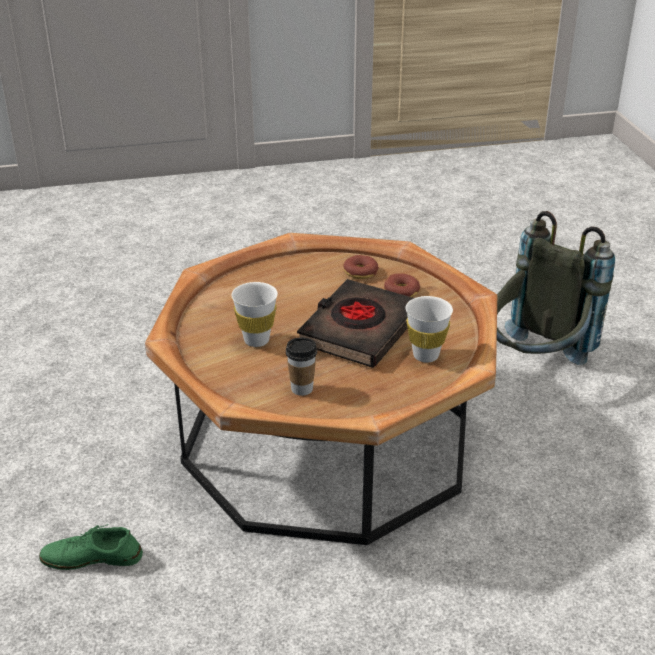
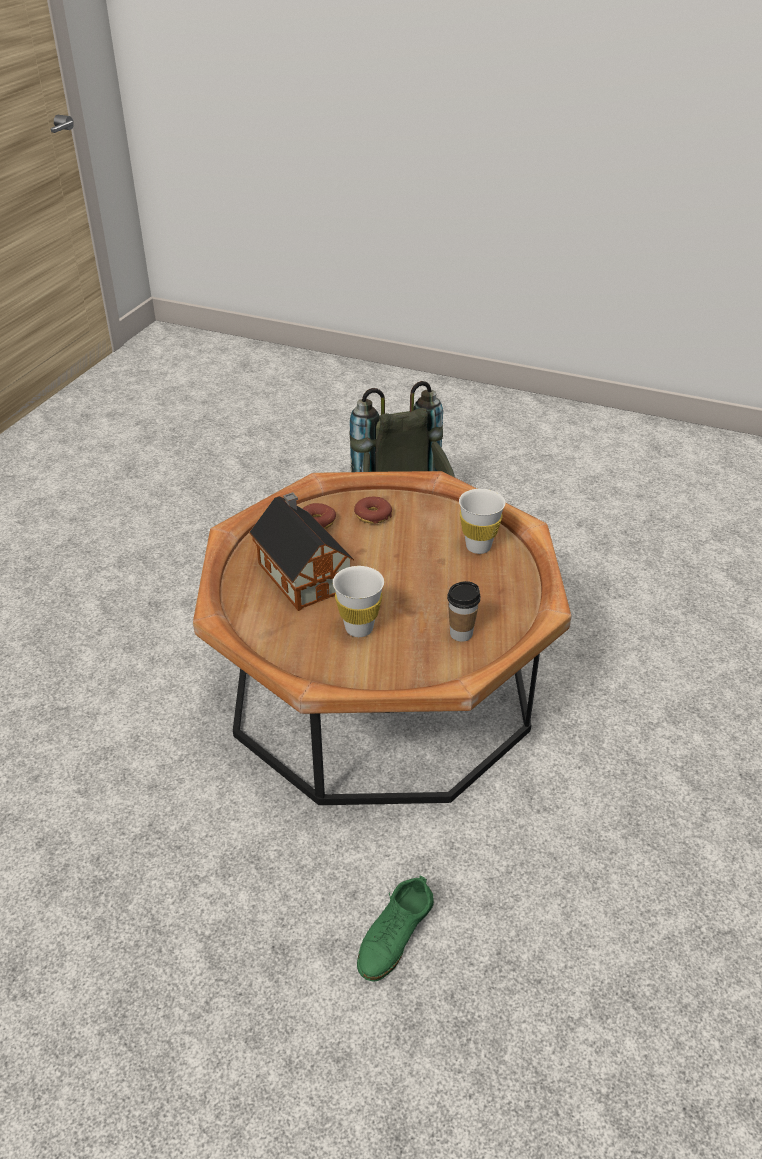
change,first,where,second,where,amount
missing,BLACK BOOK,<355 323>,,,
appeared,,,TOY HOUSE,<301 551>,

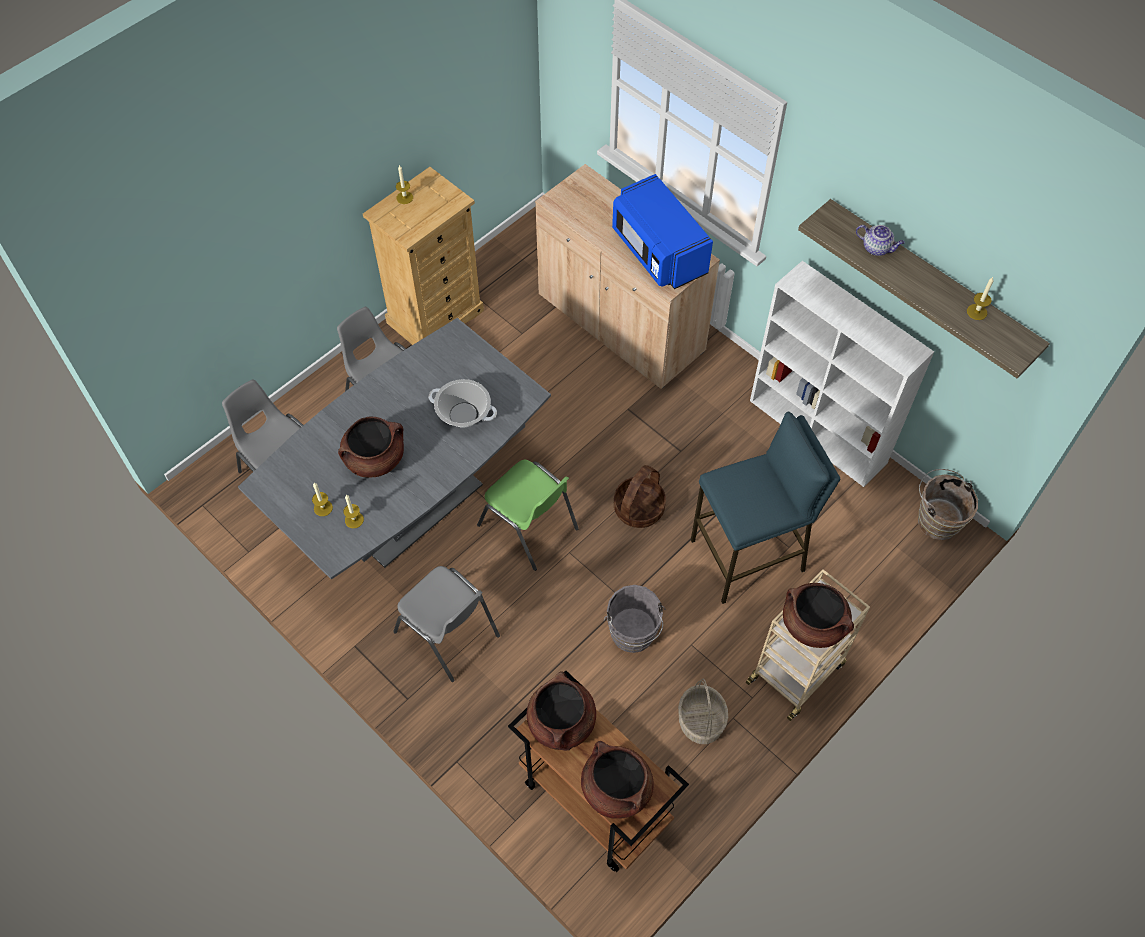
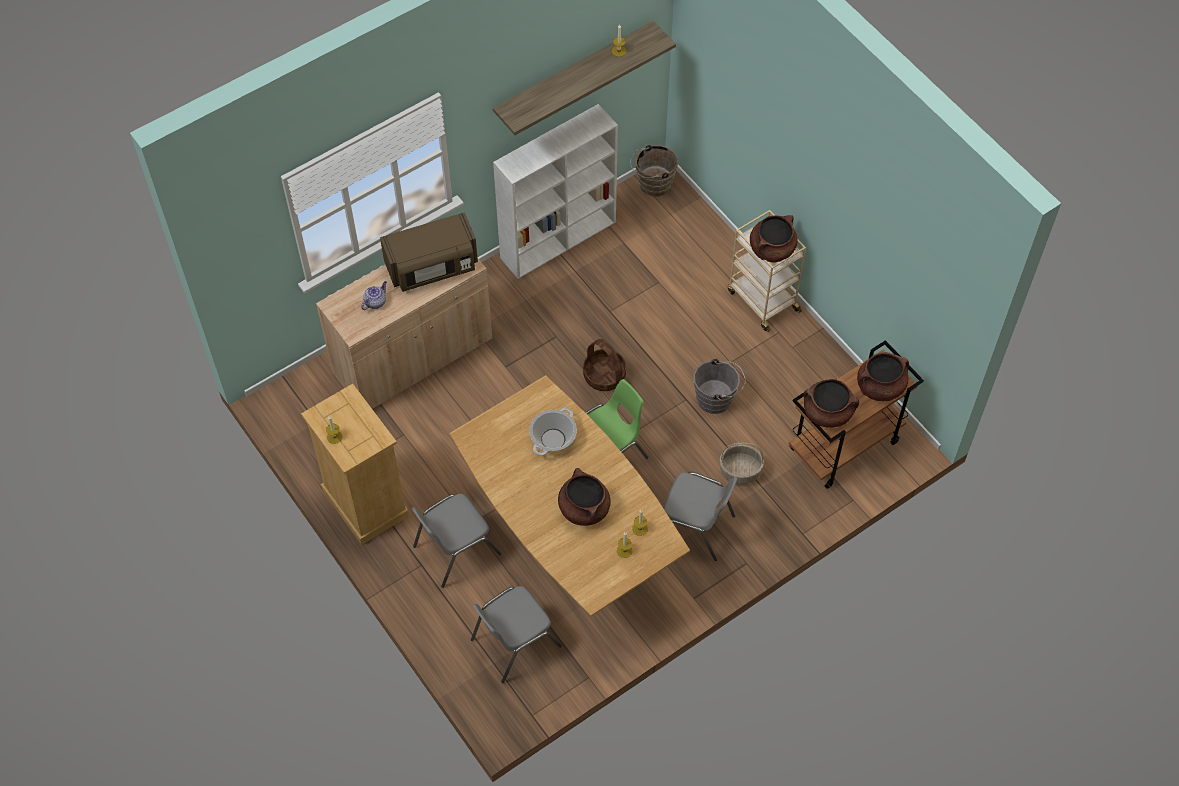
change,first,where,second,where,amount
colour,GREY DINING TABLE,<394 448>,BROWN DINING TABLE,<569 495>,
spun,GREY CHAIR,<446 624>,,<700 516>,60 degrees clockwise
colour,BLUE MICROWAVE,<662 231>,BROWN MICROWAVE,<429 252>,
relocated,BASKET,<703 711>,,<741 463>,
missing,BLUE STOOL,<765 508>,,,
relocated,TEAPOT,<880 240>,,<374 295>,

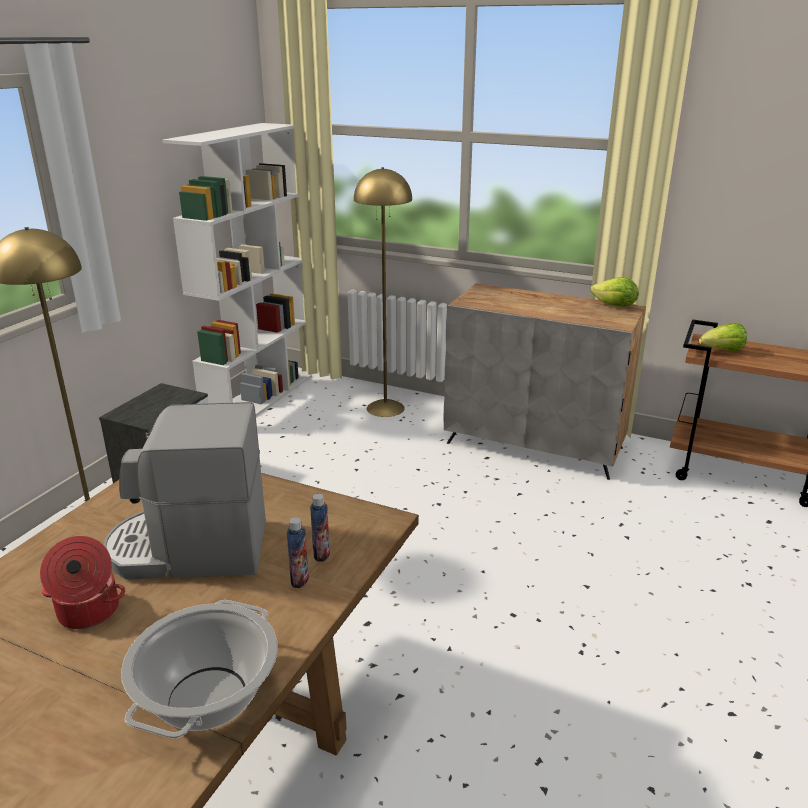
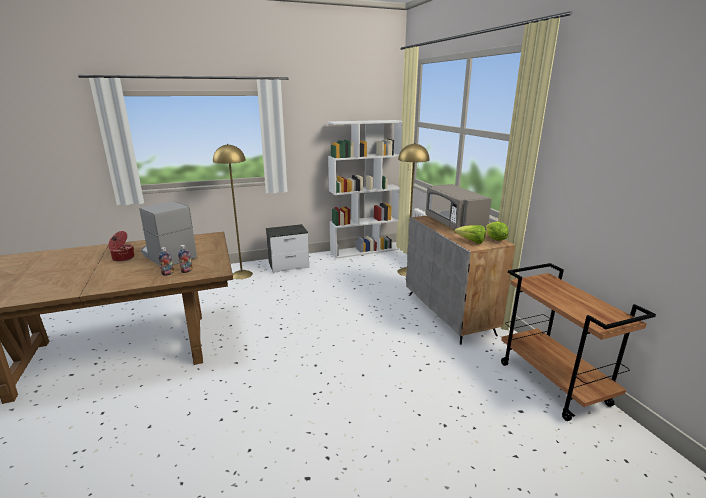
change,first,where,second,where,amount
missing,COOKING POT,<199 669>,,,
relocated,LETTUCE,<723 337>,,<470 234>,
appeared,,,GREY MICROWAVE,<459 207>,

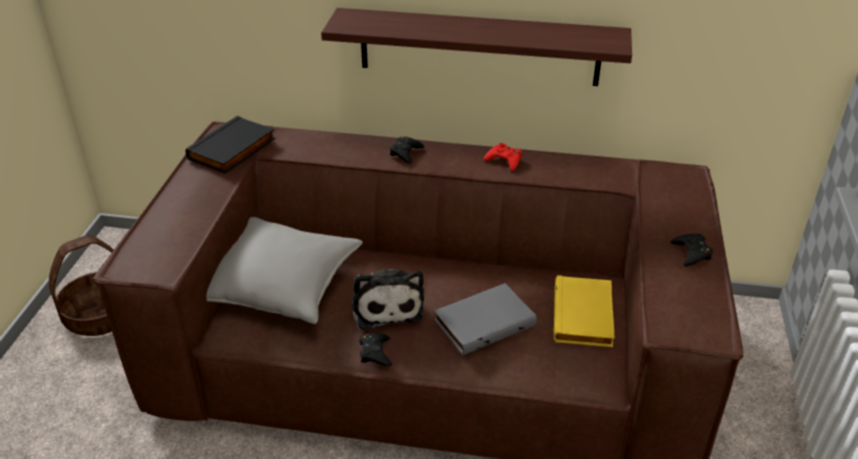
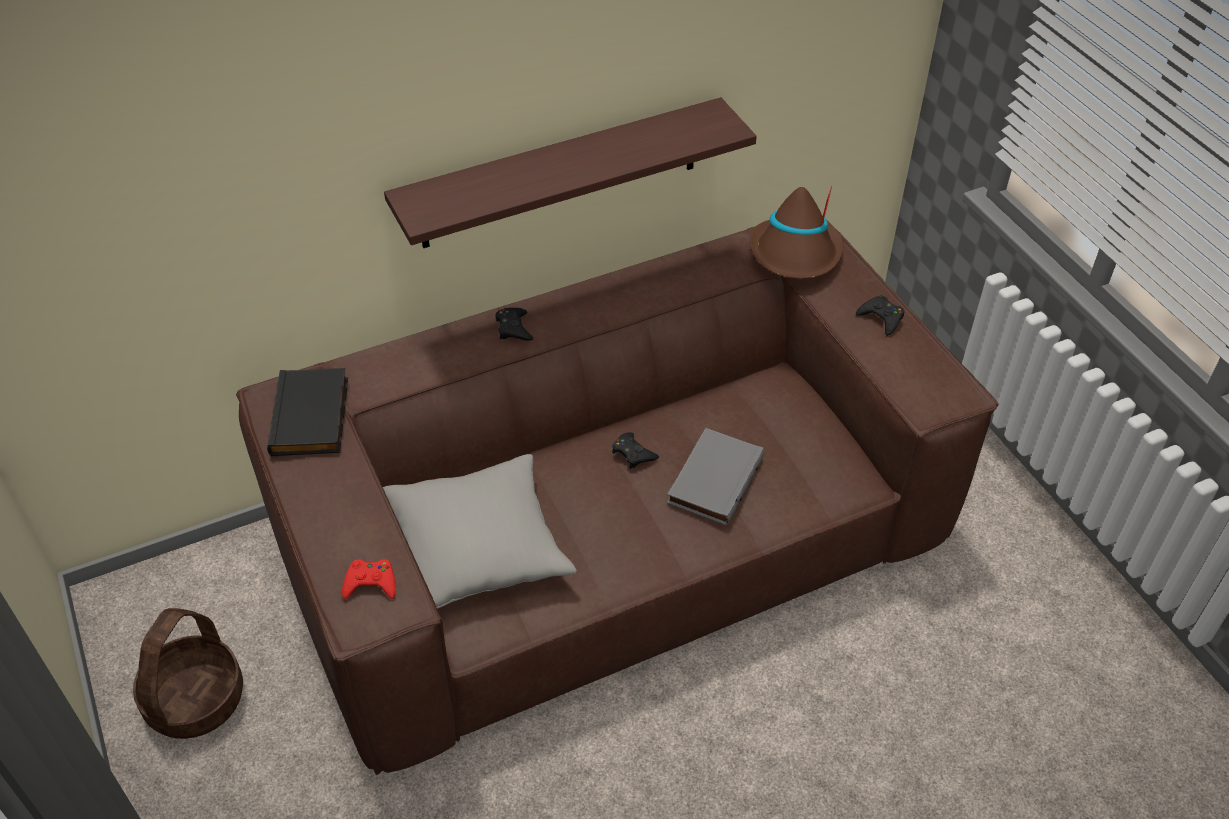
change,first,where,second,where,amount
missing,PLUSH TOY,<388 299>,,,
relocated,BLACK GAME CONTROLLER,<375 349>,,<635 450>,
relocated,RED GAME CONTROLLER,<503 157>,,<369 579>,
missing,YELLOW BOOK,<584 311>,,,
appeared,,,BROWN HAT,<797 232>,

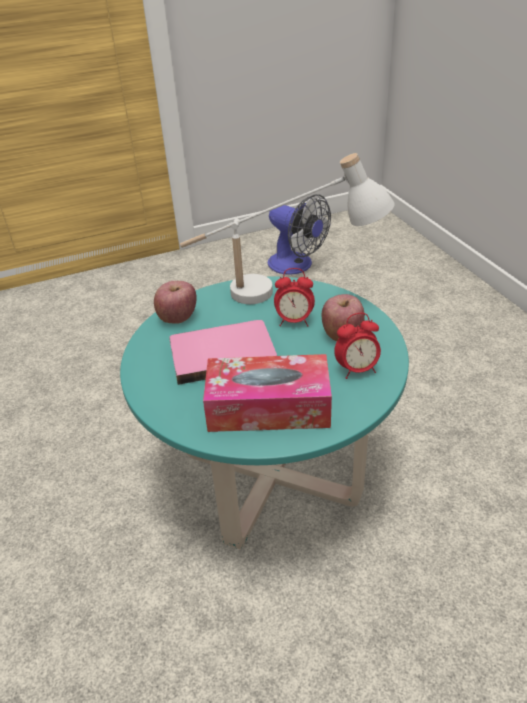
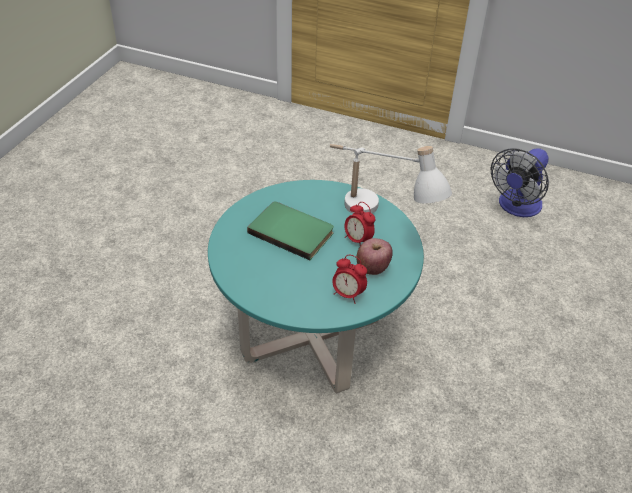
change,first,where,second,where,amount
missing,APPLE,<175 302>,,,
colour,PINK BOOK,<223 352>,GREEN BOOK,<290 231>,
missing,TISSUE BOX,<267 393>,,,
spun,FAN,<299 234>,,<520 182>,45 degrees clockwise

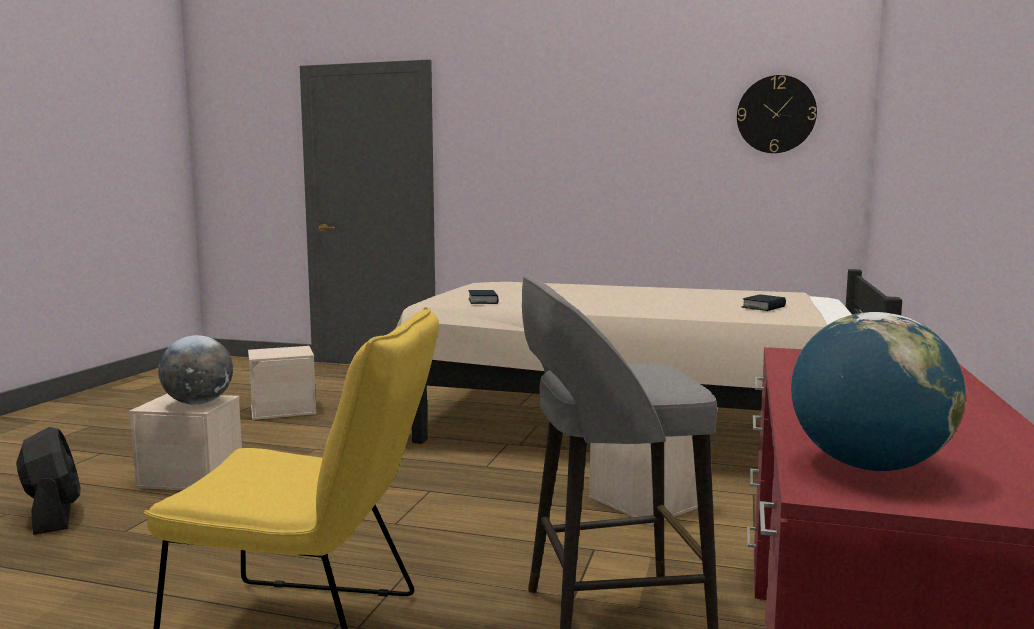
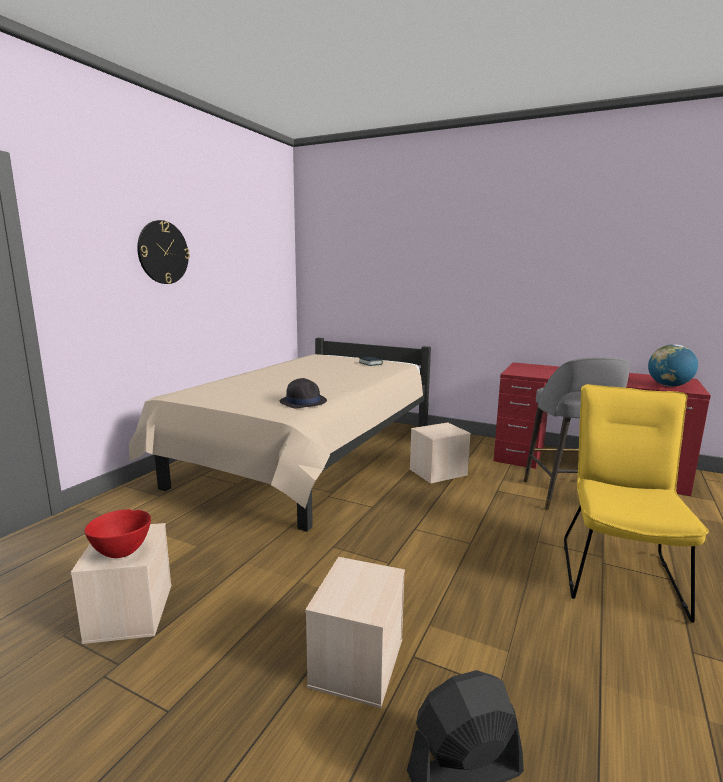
change,first,where,second,where,amount
missing,GLOBE,<195 370>,,,
exchanged,BOOK,<483 297>,BLACK HAT,<303 393>,
relocated,WALL CLOCK,<777 114>,,<163 252>,
appeared,,,RED BOWL,<117 533>,

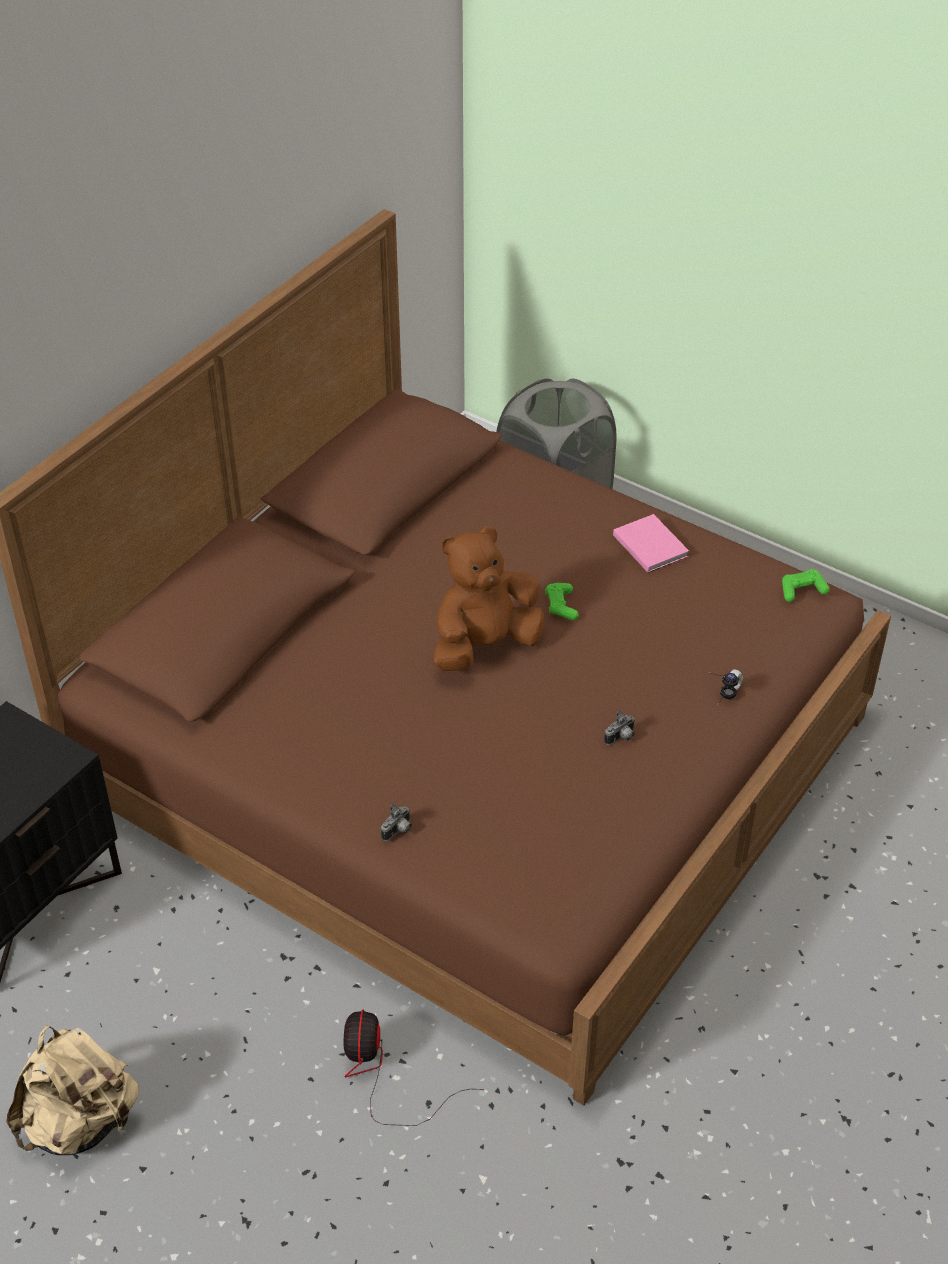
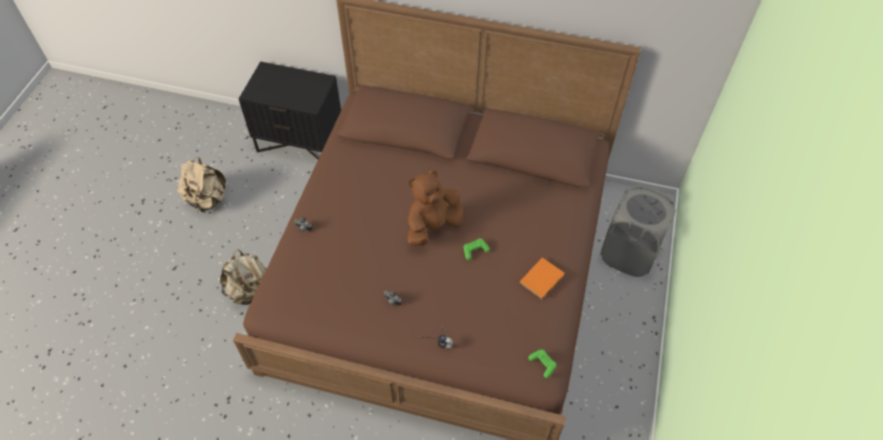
change,first,where,second,where,amount
exchanged,FAN,<414 1067>,BEIGE BACKPACK,<243 277>,
spun,BROWN PLUSH TOY,<489 598>,,<435 208>,75 degrees counterclockwise
colour,PINK BOOK,<651 543>,ORANGE BOOK,<542 278>,

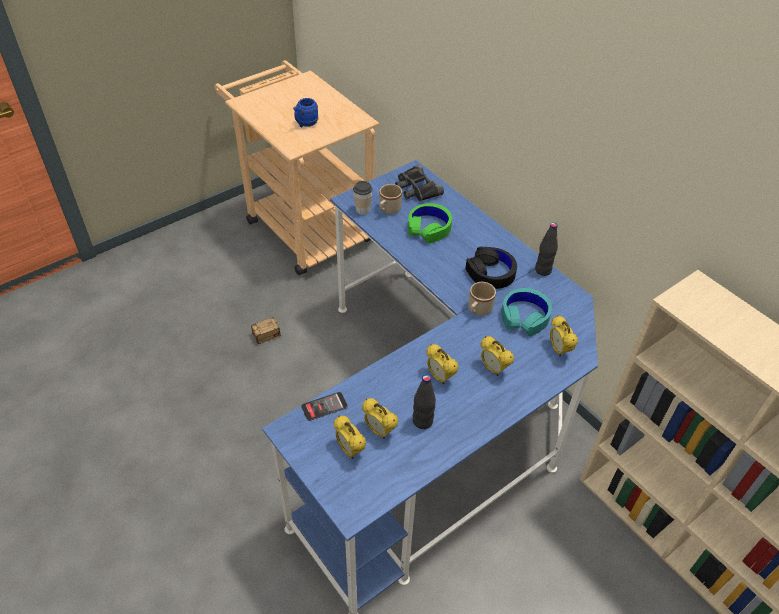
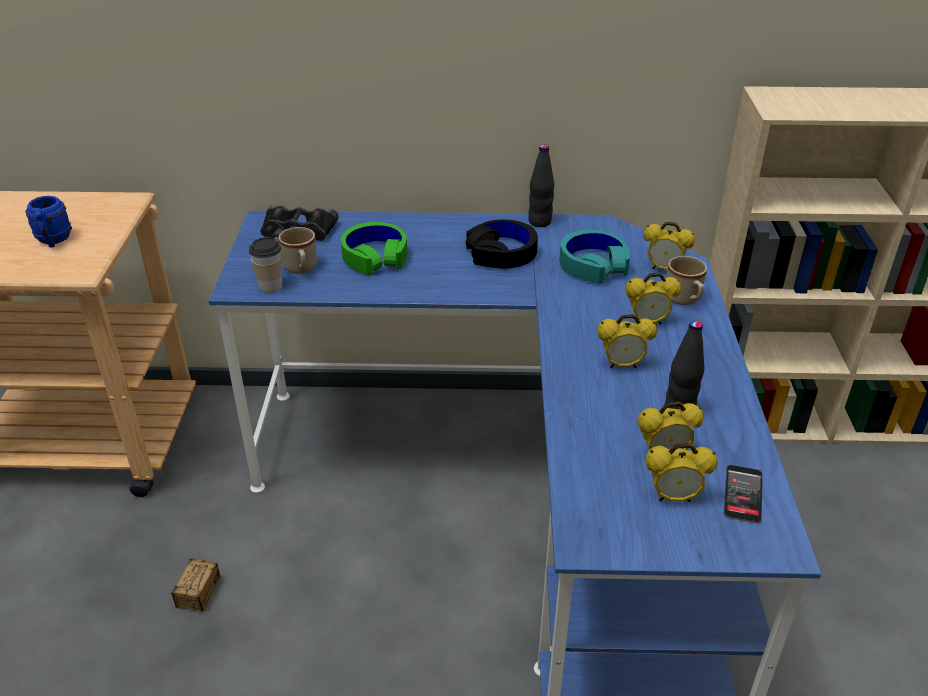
change,first,where,second,where,amount
relocated,PHONE,<324 406>,,<743 494>,
relocated,BEIGE MUG,<482 299>,,<686 280>,

